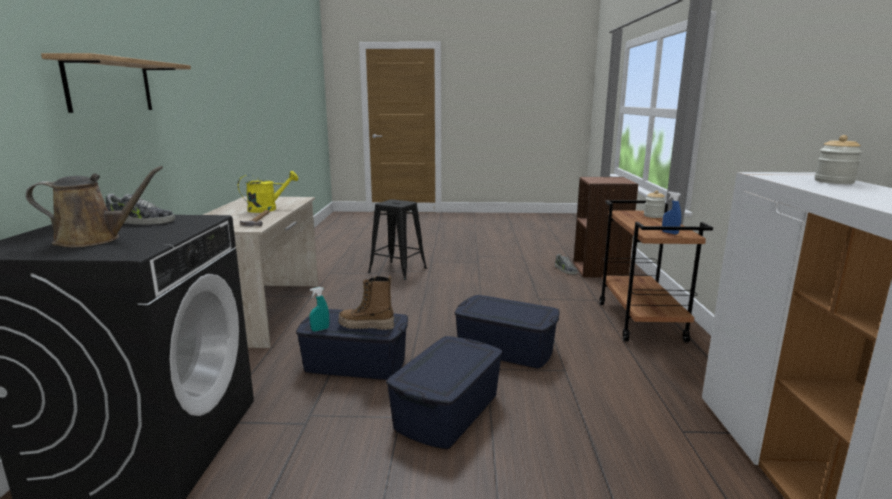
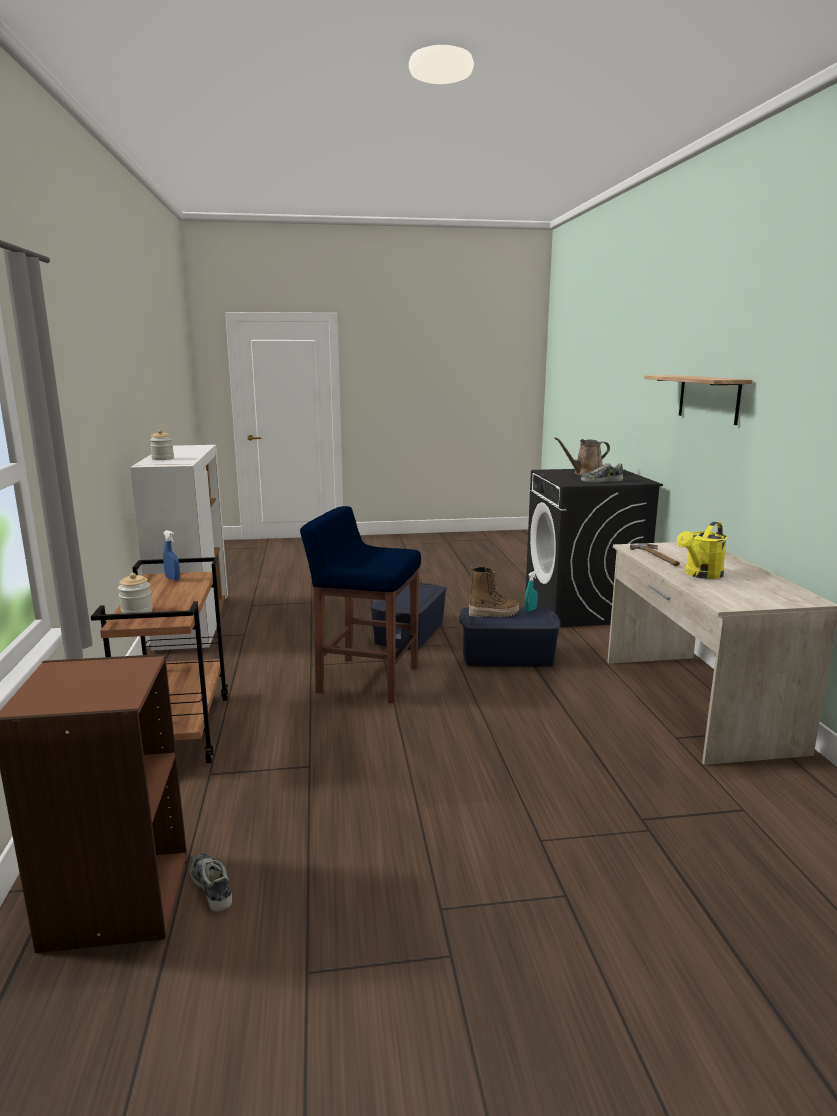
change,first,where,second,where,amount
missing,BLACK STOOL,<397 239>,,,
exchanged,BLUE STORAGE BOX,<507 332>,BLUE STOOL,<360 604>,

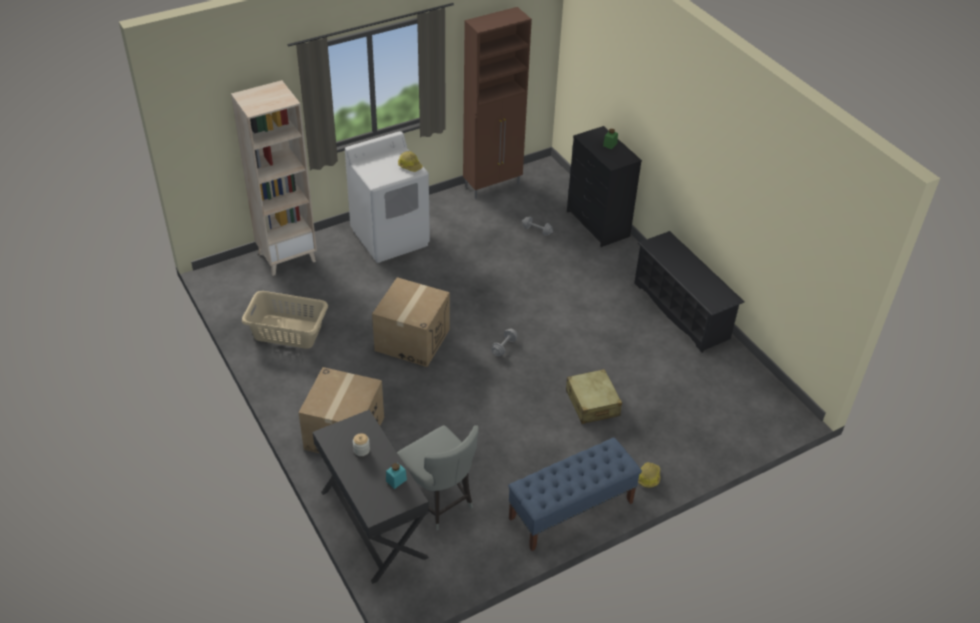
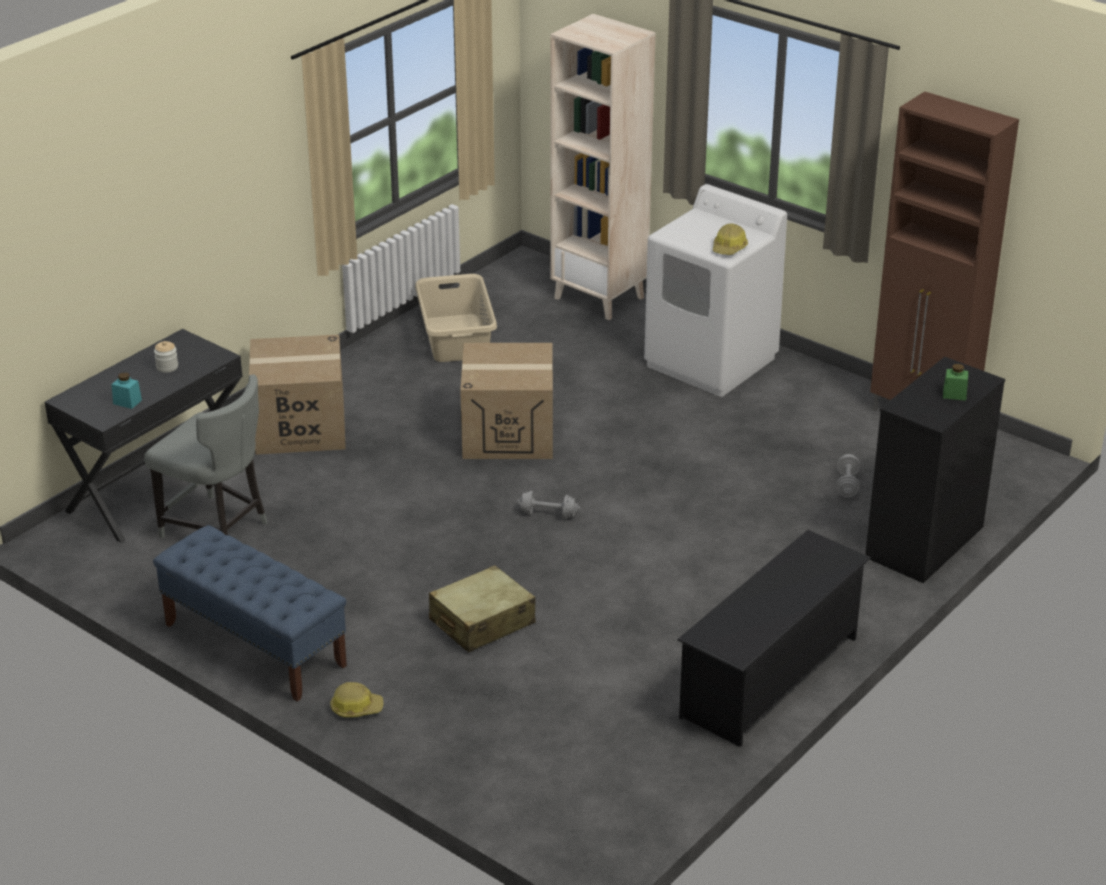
change,first,where,second,where,amount
spun,GREY CHAIR,<438 477>,,<206 456>,90 degrees counterclockwise

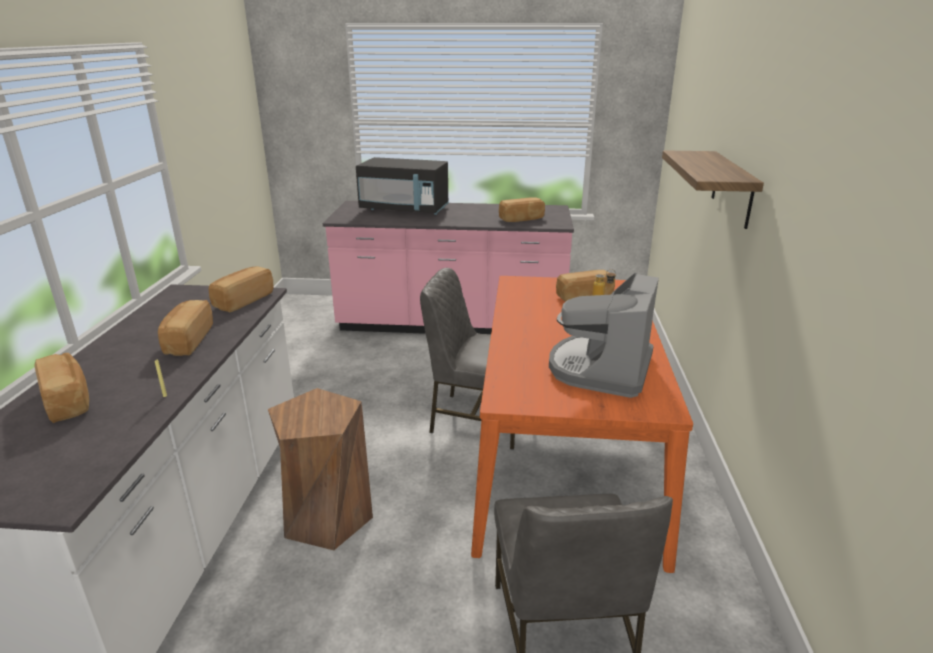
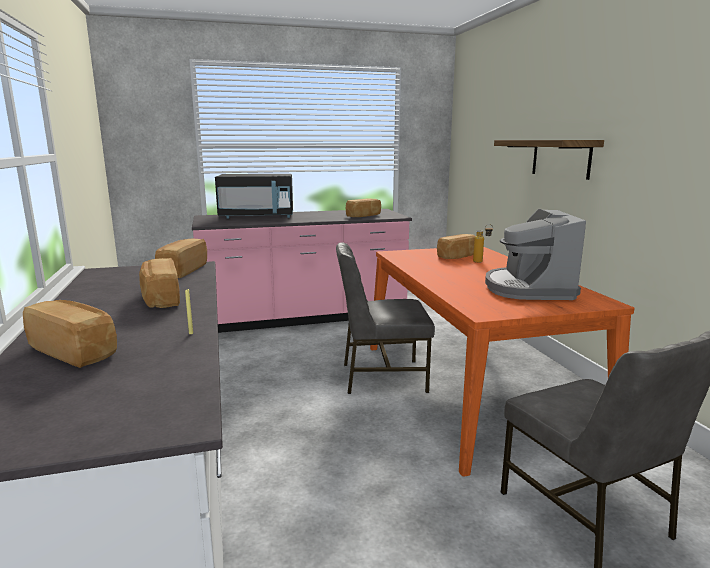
change,first,where,second,where,amount
missing,BROWN STOOL,<320 469>,,,

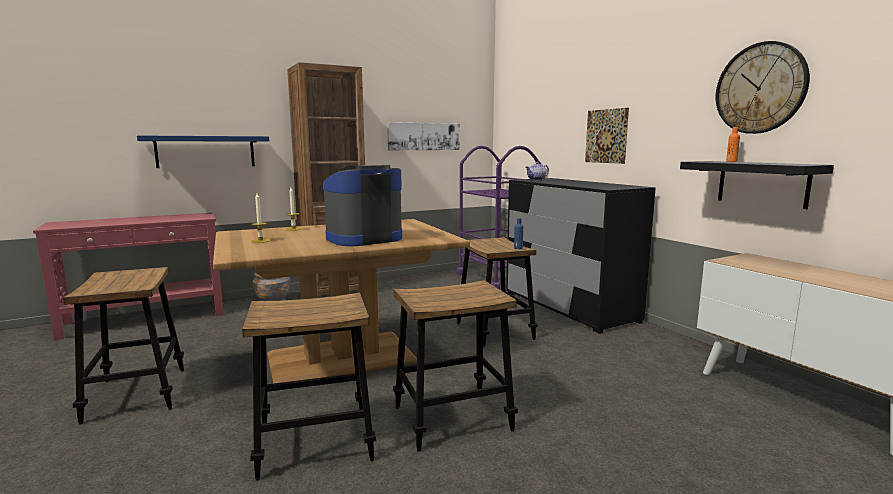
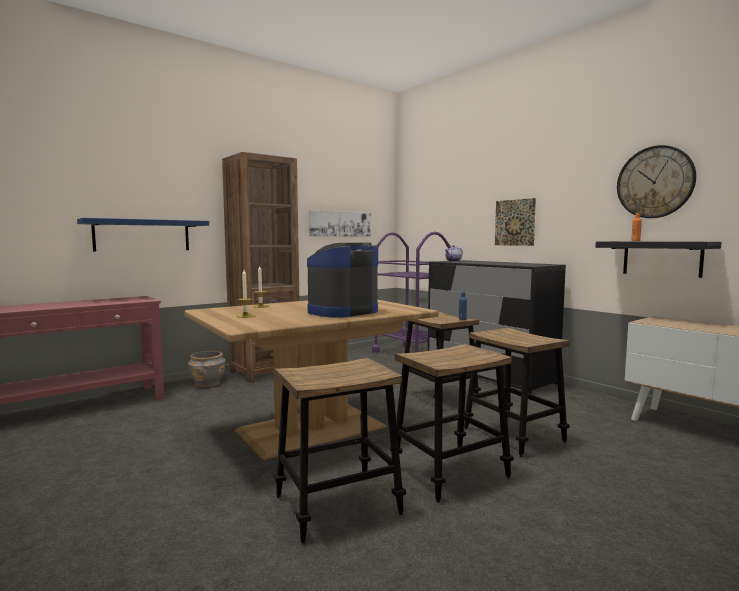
change,first,where,second,where,amount
relocated,STOOL,<123 345>,,<517 392>,

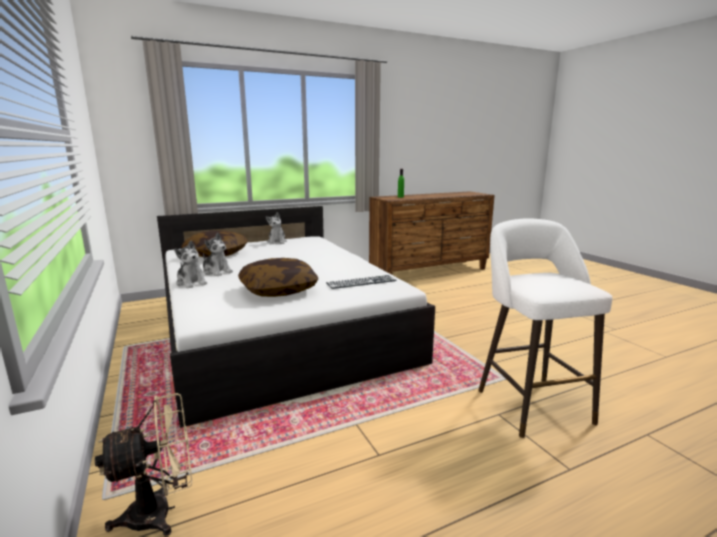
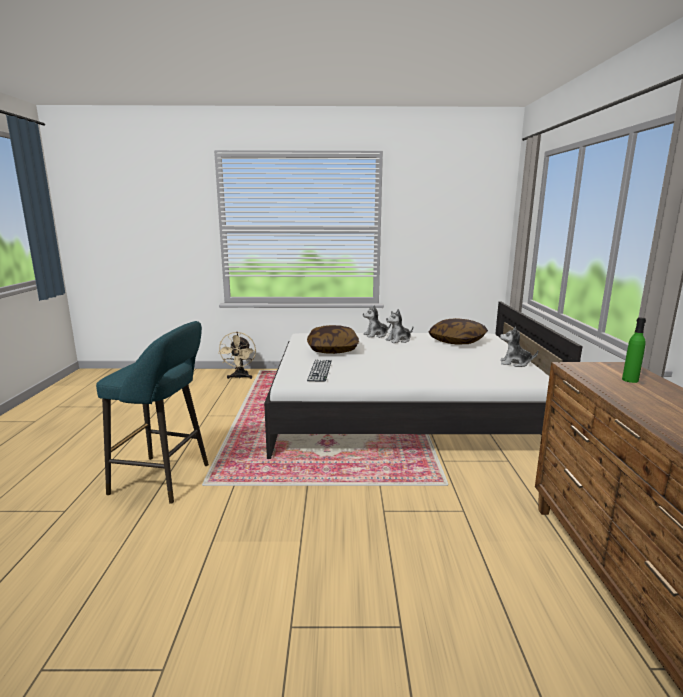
change,first,where,second,where,amount
colour,WHITE STOOL,<545 328>,TURQUOISE STOOL,<152 412>,

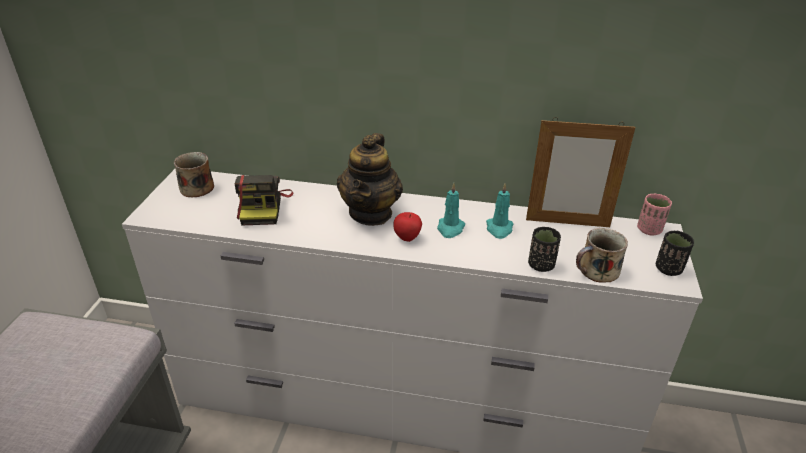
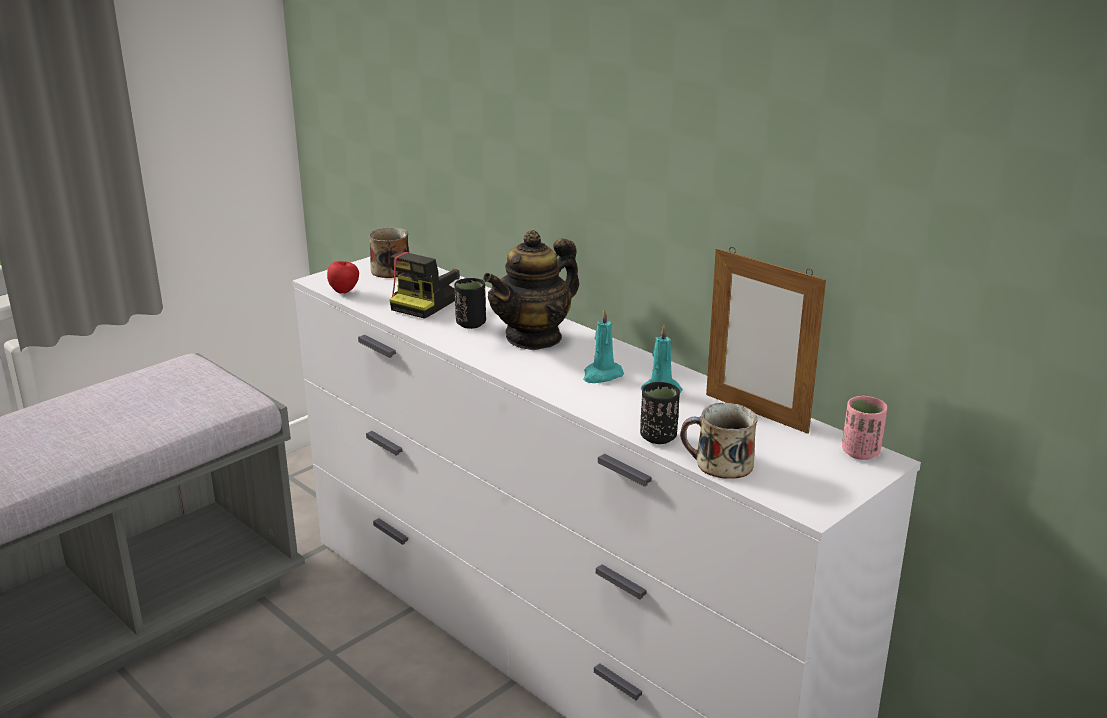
change,first,where,second,where,amount
relocated,APPLE,<407 227>,,<343 277>,
relocated,BLACK CUP,<675 253>,,<470 303>,

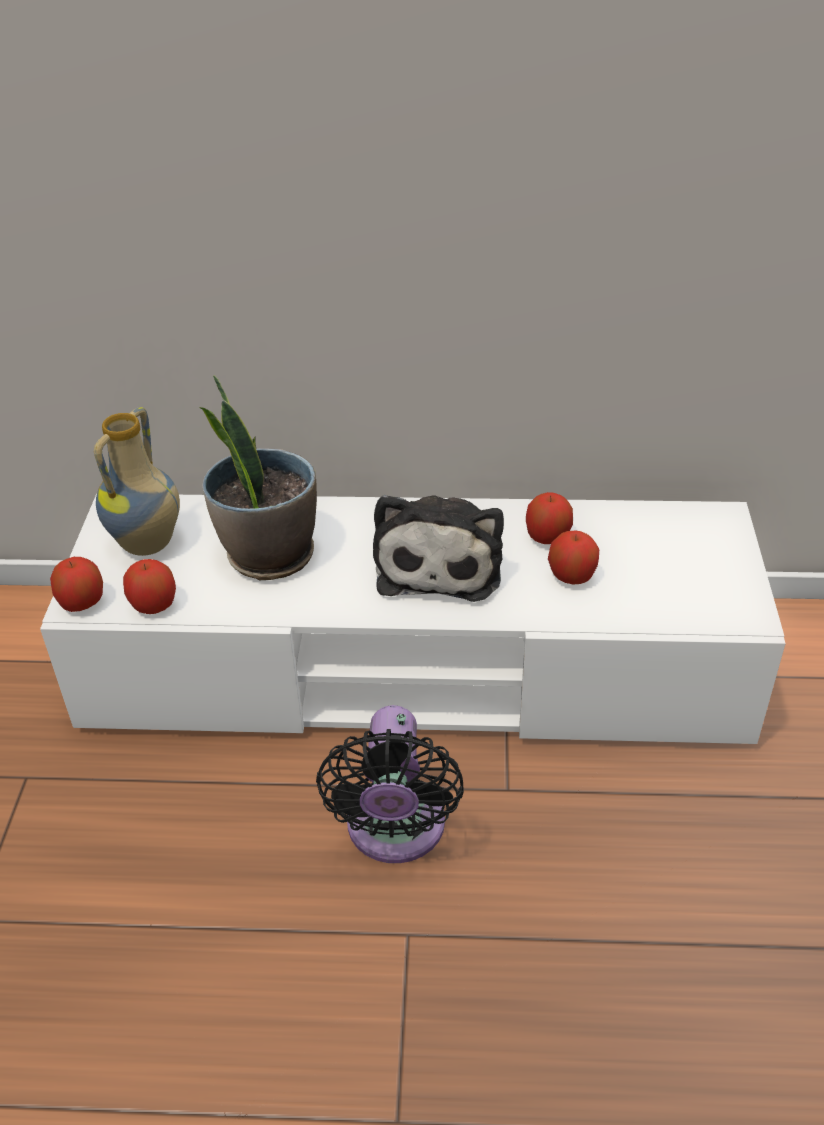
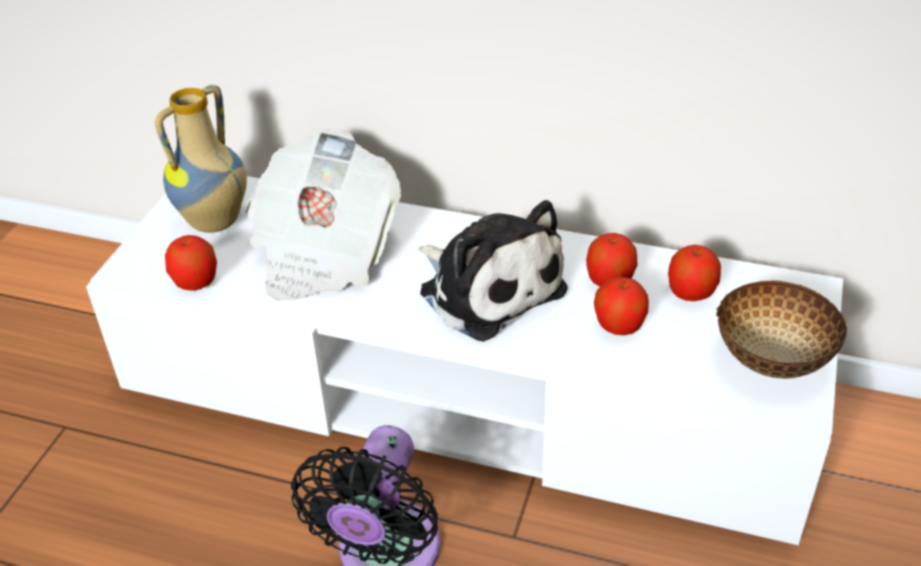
change,first,where,second,where,amount
relocated,APPLE,<76 584>,,<694 273>,
exchanged,POTTED PLANT,<258 477>,NEWSPAPER,<323 215>,
spun,PLUSH TOY,<438 548>,,<493 271>,60 degrees counterclockwise
appeared,,,BOWL,<781 329>,

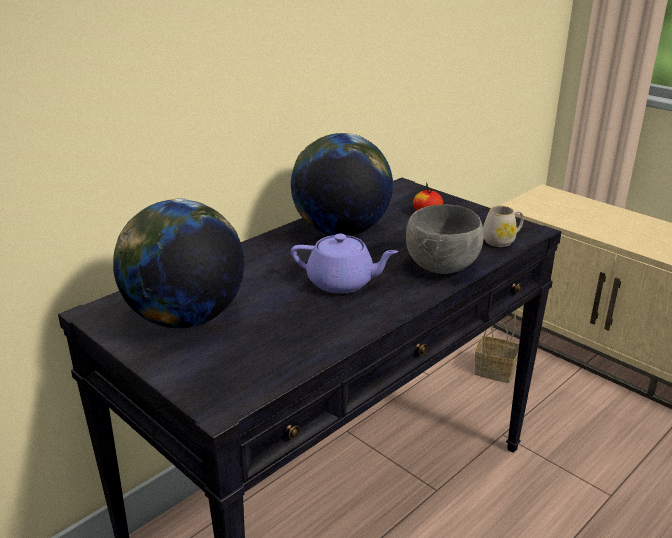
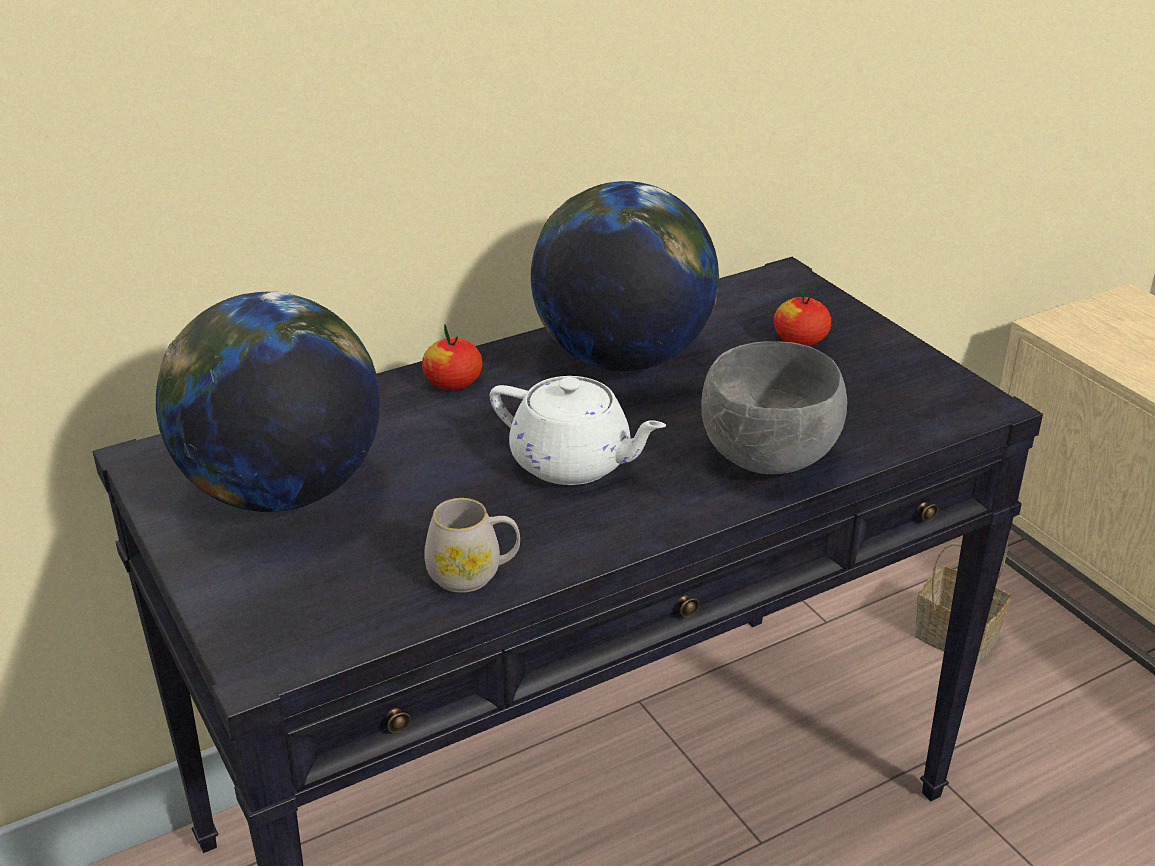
change,first,where,second,where,amount
colour,PURPLE TEAPOT,<344 264>,WHITE TEAPOT,<578 430>,
relocated,WHITE MUG,<503 226>,,<472 545>,
appeared,,,APPLE,<452 357>,

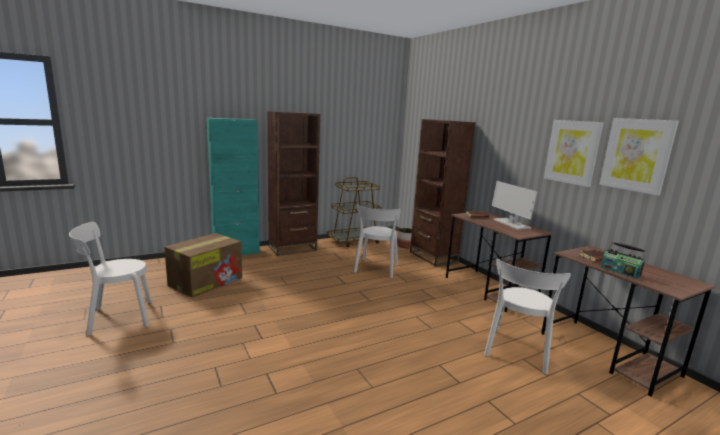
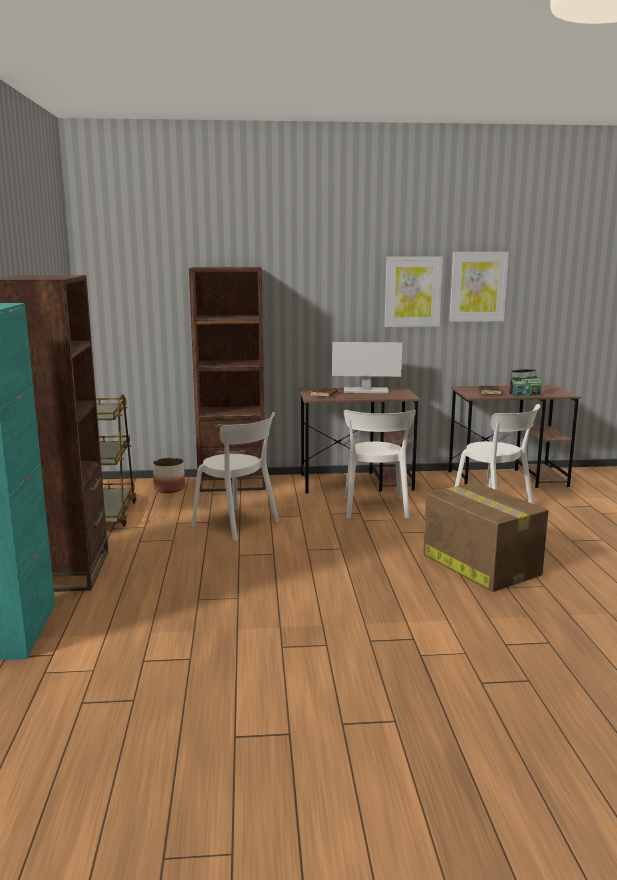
change,first,where,second,where,amount
relocated,WHITE CHAIR,<110 279>,,<380 464>,
relocated,CARDBOARD BOX,<203 265>,,<486 537>,

